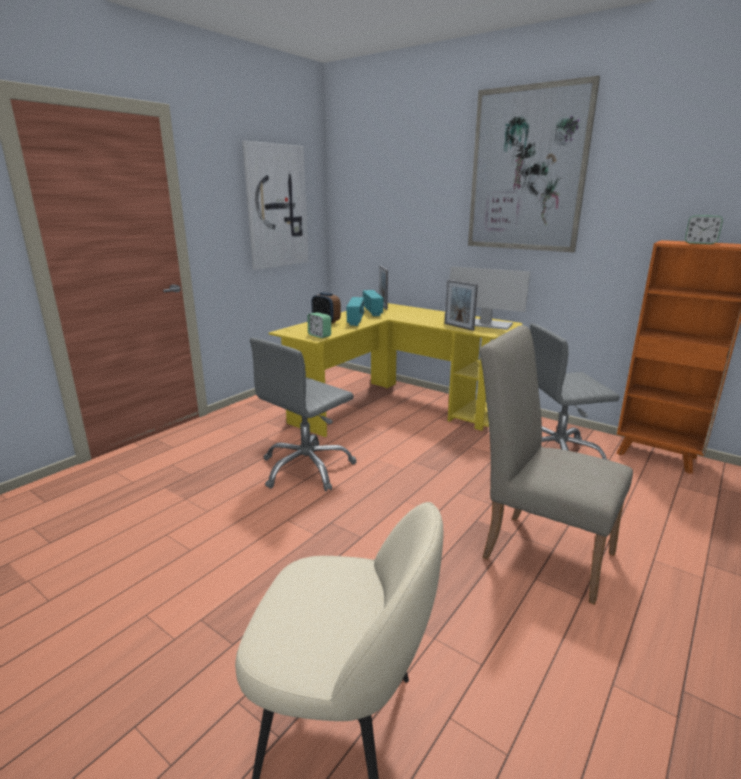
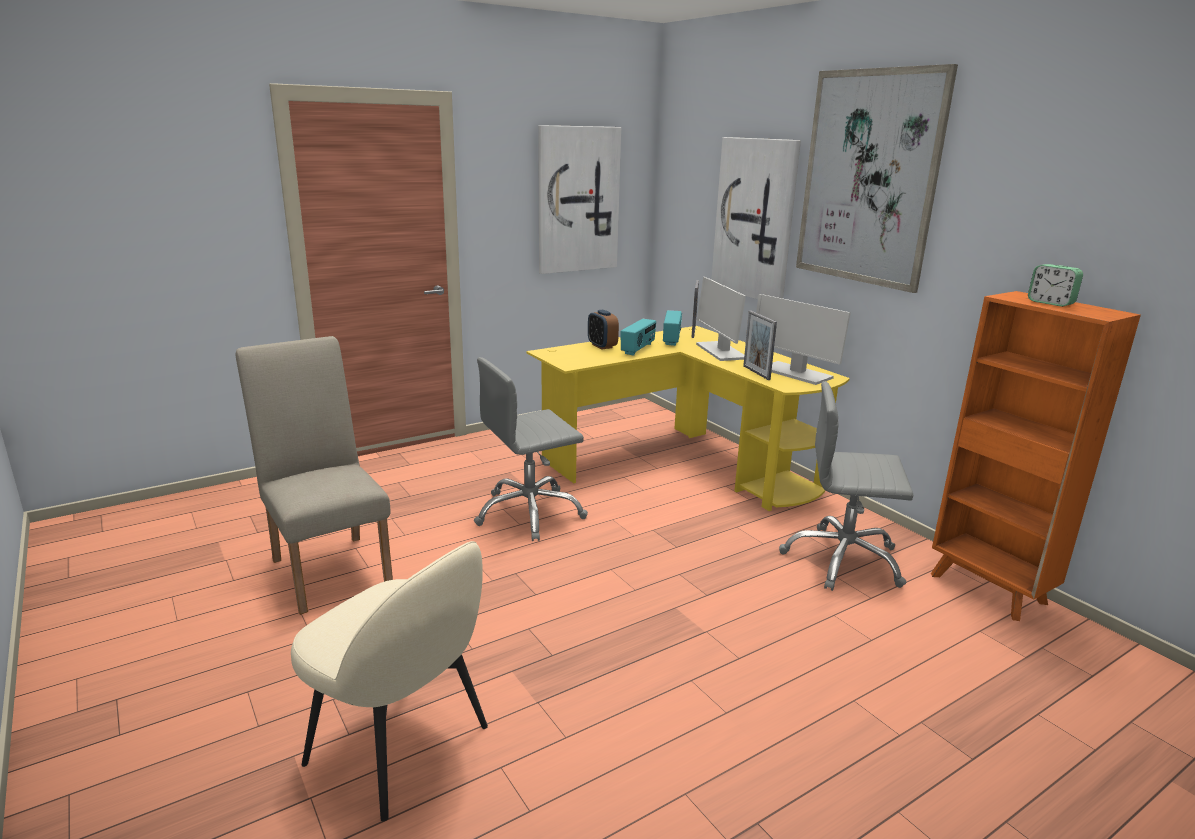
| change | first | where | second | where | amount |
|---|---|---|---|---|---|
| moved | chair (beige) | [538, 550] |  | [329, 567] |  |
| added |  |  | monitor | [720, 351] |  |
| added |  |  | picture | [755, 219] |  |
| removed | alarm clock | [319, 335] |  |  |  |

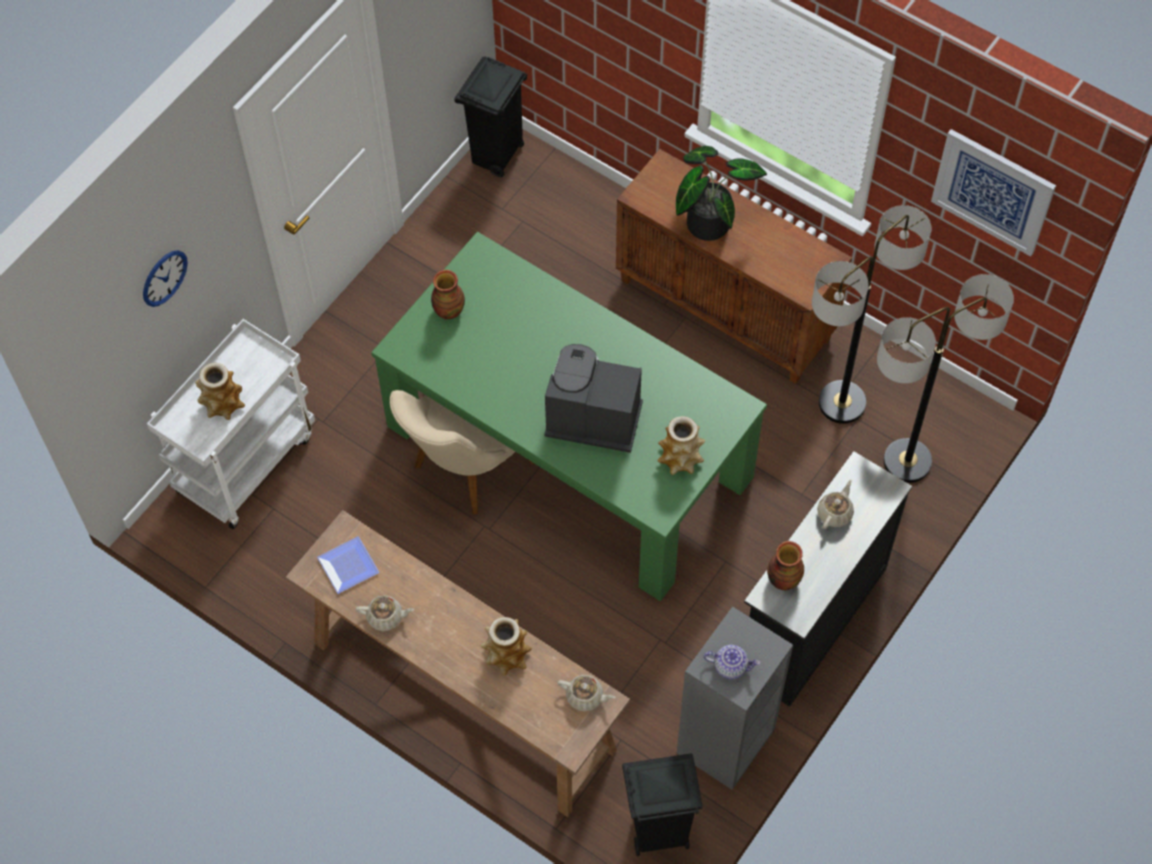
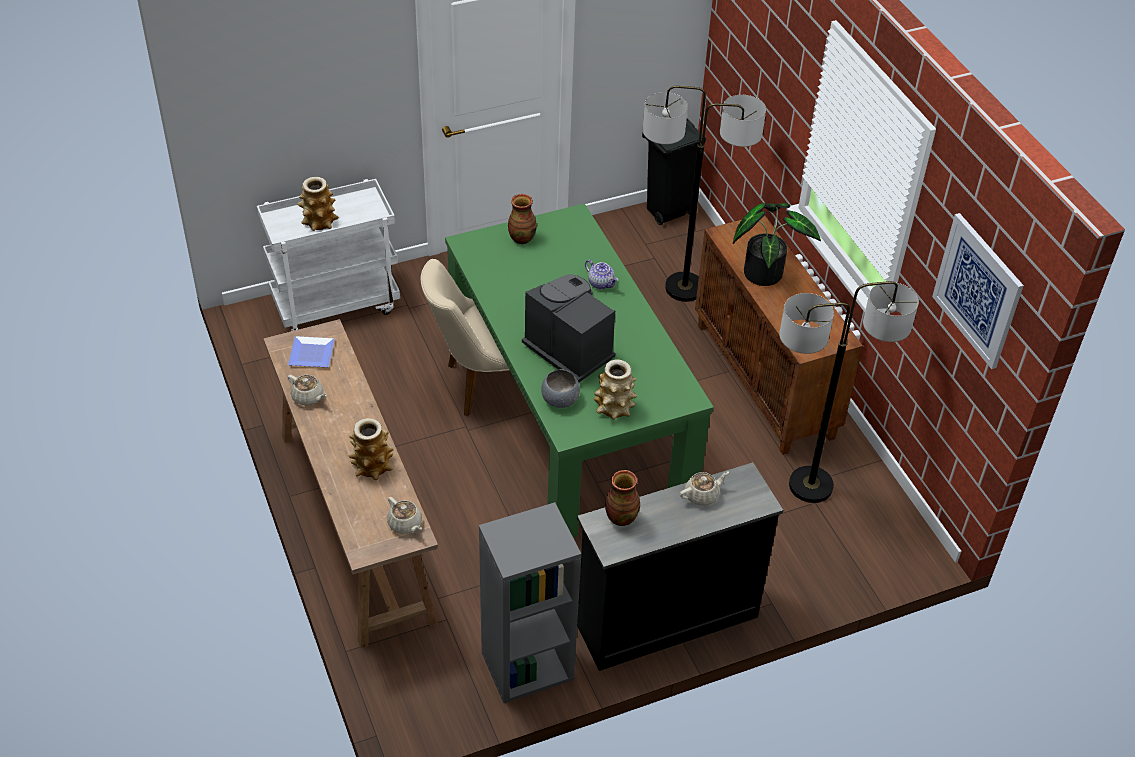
| change | first | where | second | where | amount |
|---|---|---|---|---|---|
| added |  |  | bowl (grey) | [559, 400] |  |
| moved | teapot | [731, 666] |  | [601, 283] |  |
| moved | floor lamp | [907, 461] |  | [684, 288] |  |
| removed | wall clock | [164, 278] |  |  |  |
| removed | trash can (black) | [657, 832] |  |  |  |

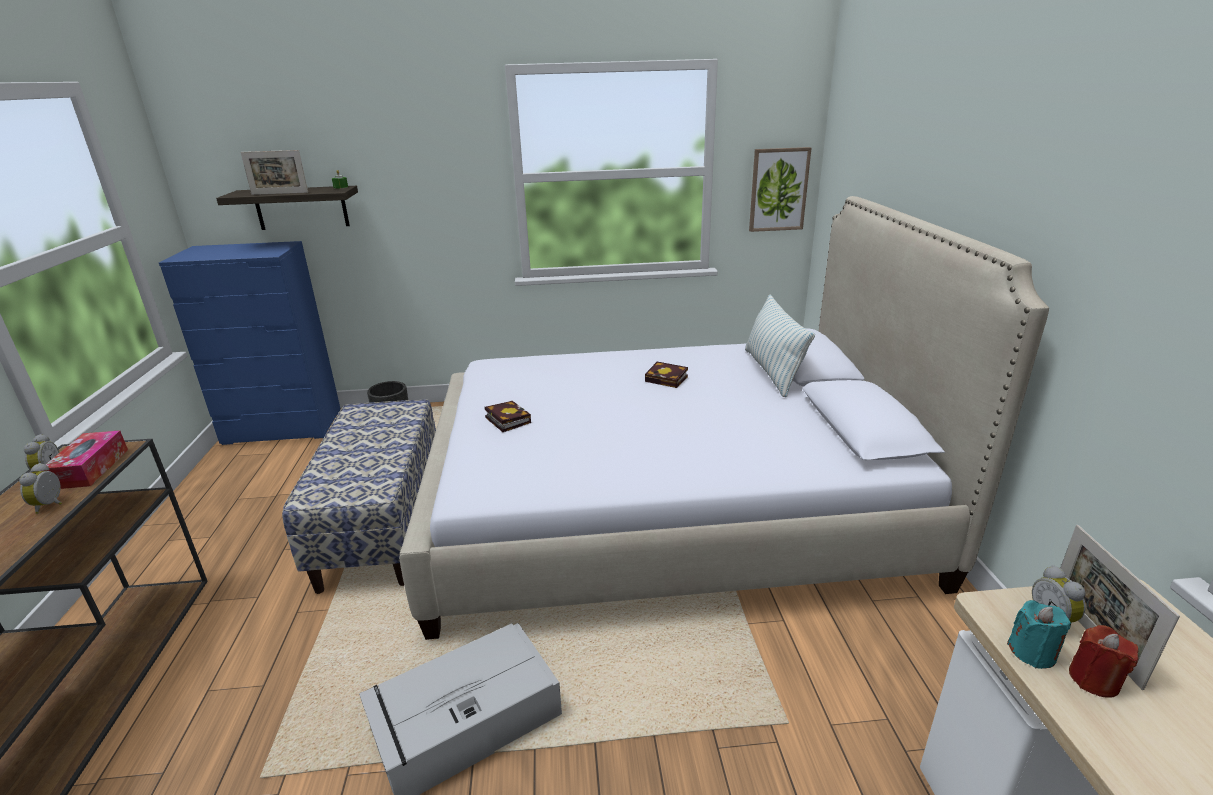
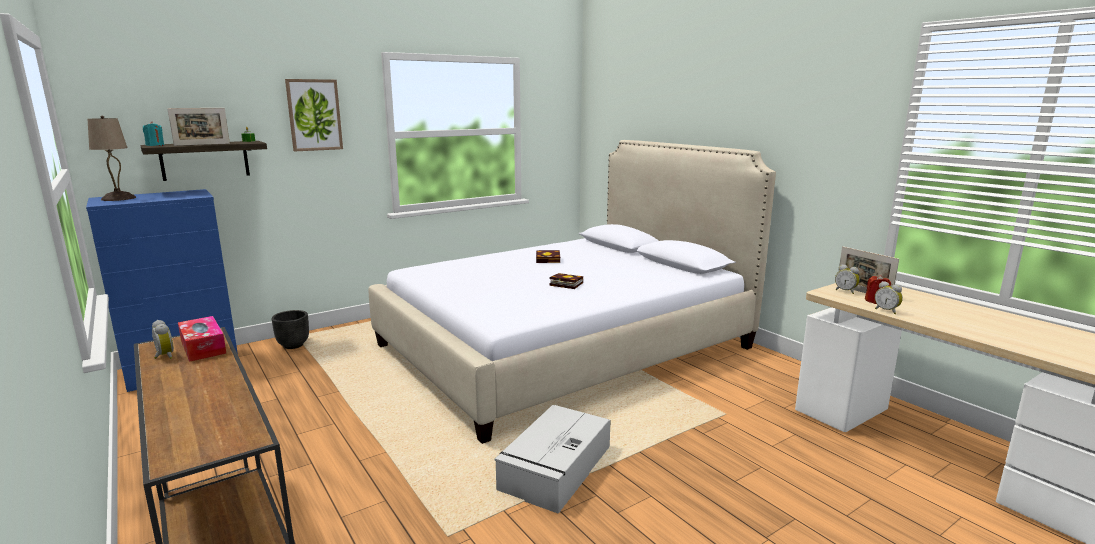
| change | first | where | second | where | amount |
|---|---|---|---|---|---|
| added |  |  | table lamp (beige) | [119, 198] |  |
| moved | candle (turquoise) | [1032, 652] |  | [155, 145] |  |
| moved | picture | [778, 189] |  | [314, 115] |  |
| moved | book | [506, 419] |  | [564, 284] |  |
| moved | alarm clock | [51, 505] |  | [886, 311] |  |
| removed | bench | [383, 526] |  |  |  |
| removed | pillow | [772, 371] |  |  |  |

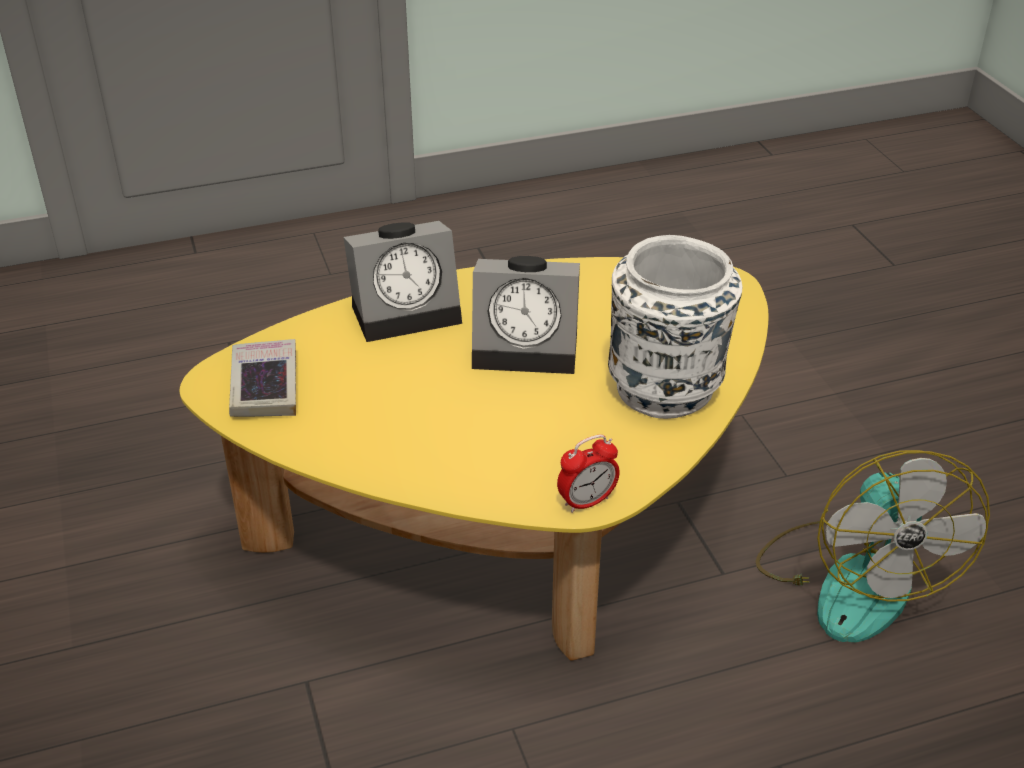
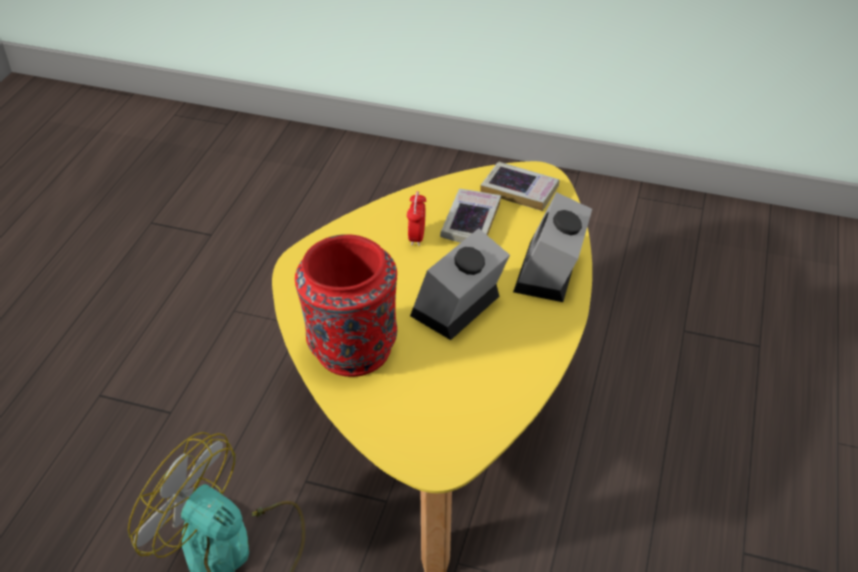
| change | first | where | second | where | amount |
|---|---|---|---|---|---|
| recoloured | vase (white) | [666, 390] | vase (red) | [351, 349] |  |
| moved | alarm clock | [587, 502] |  | [416, 237] |  |
| added |  |  | book | [470, 222] |  |

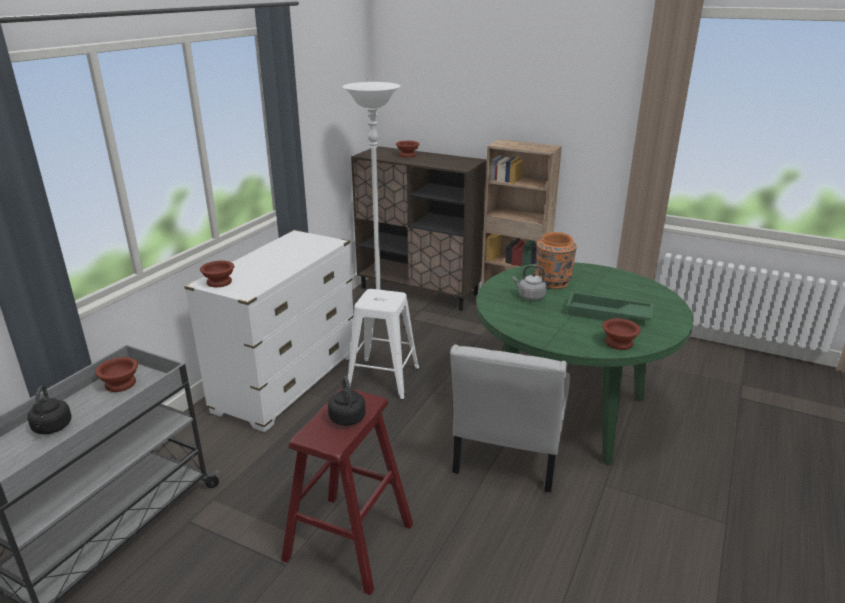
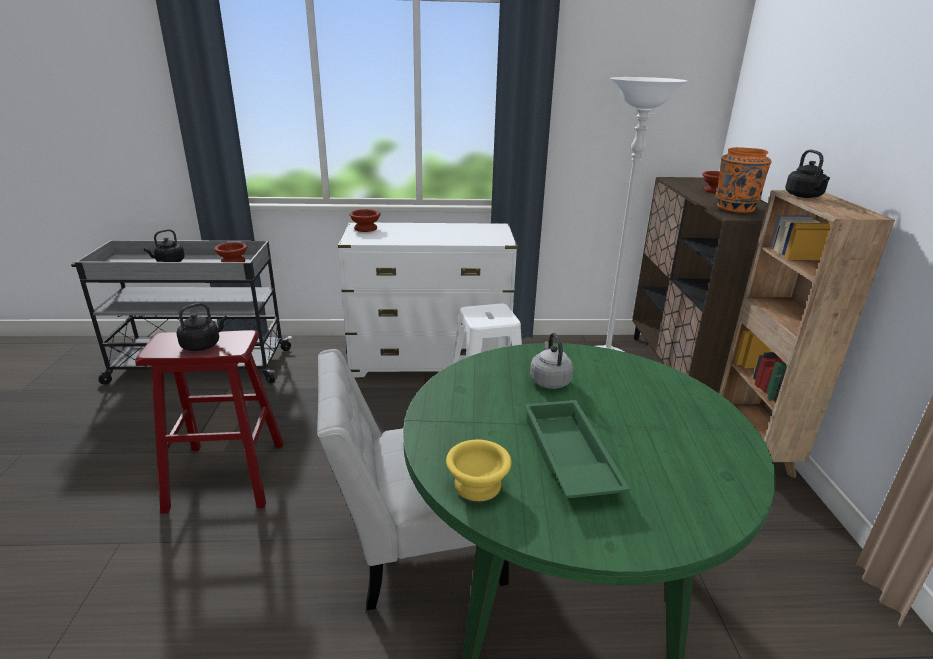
| change | first | where | second | where | amount |
|---|---|---|---|---|---|
| recoloured | bowl (brown) | [618, 343] | bowl (yellow) | [475, 485] |  |
| moved | vase (orange) | [552, 283] |  | [734, 208] |  |
| added |  |  | kettle (black) | [804, 196] |  |

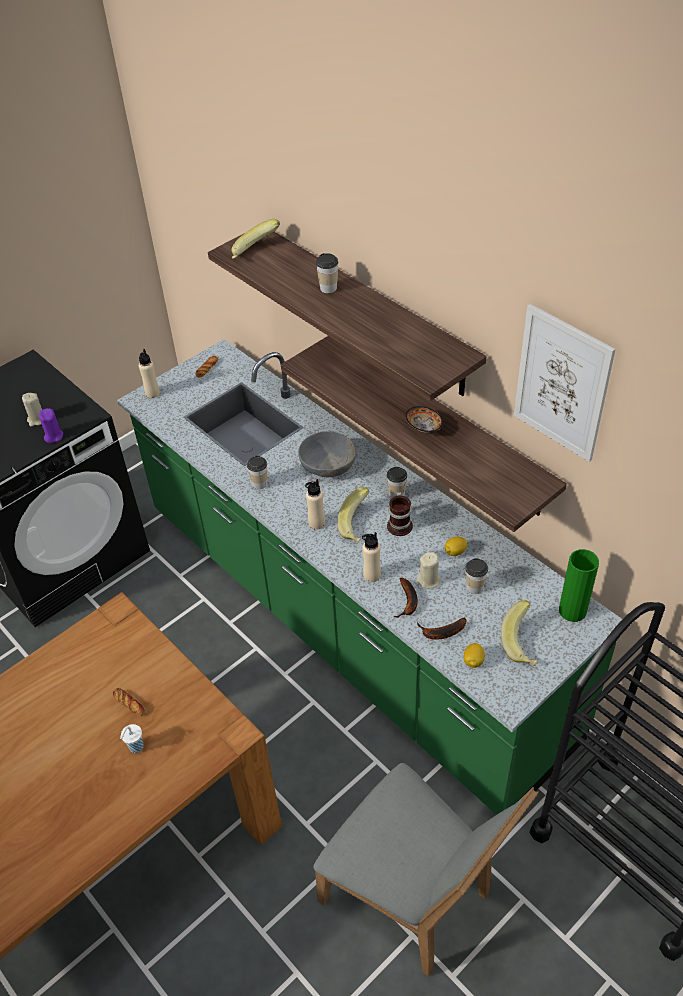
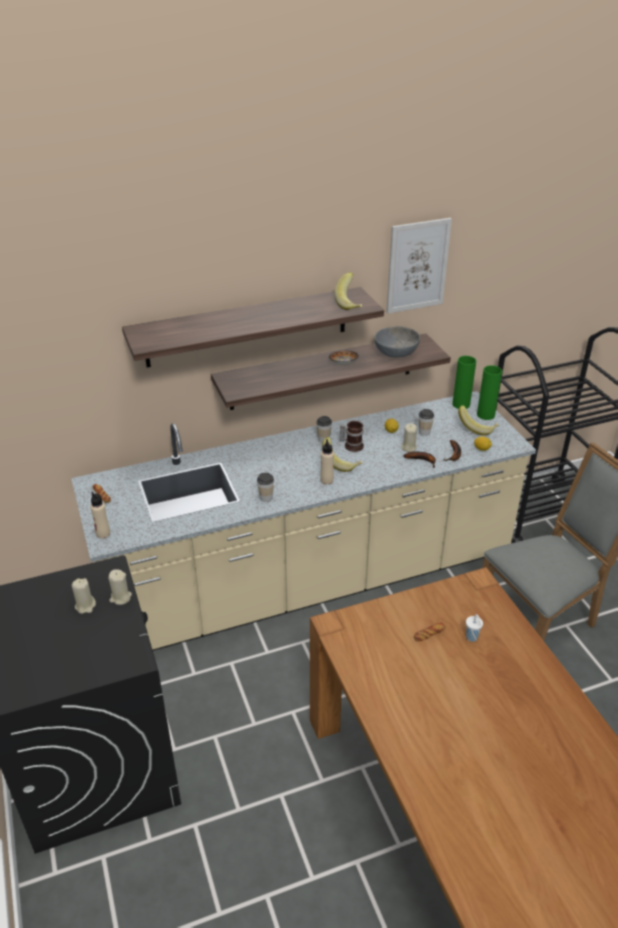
| change | first | where | second | where | amount |
|---|---|---|---|---|---|
| recoloured | counter (green) | [348, 621] | counter (beige) | [309, 581] |  |
| recoloured | candle (purple) | [53, 436] | candle (beige) | [120, 597] |  |
| moved | banana | [255, 253] |  | [351, 303] |  |
| moved | bowl (grey) | [328, 465] |  | [395, 352] |  |
| added |  |  | vase (green) | [485, 415] |  |
| removed | cup | [328, 288] |  |  |  |
| removed | bottle (beige) | [372, 575] |  |  |  |

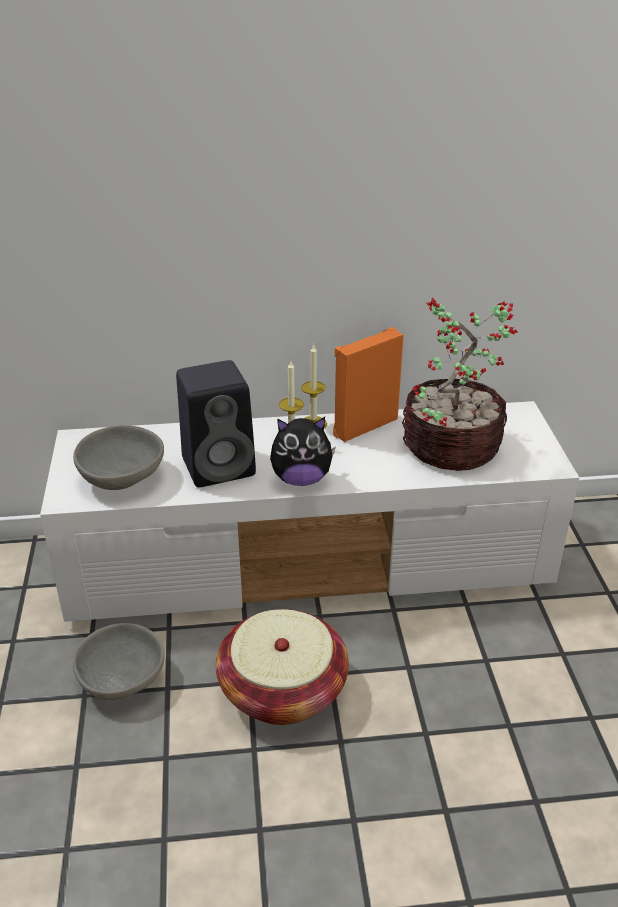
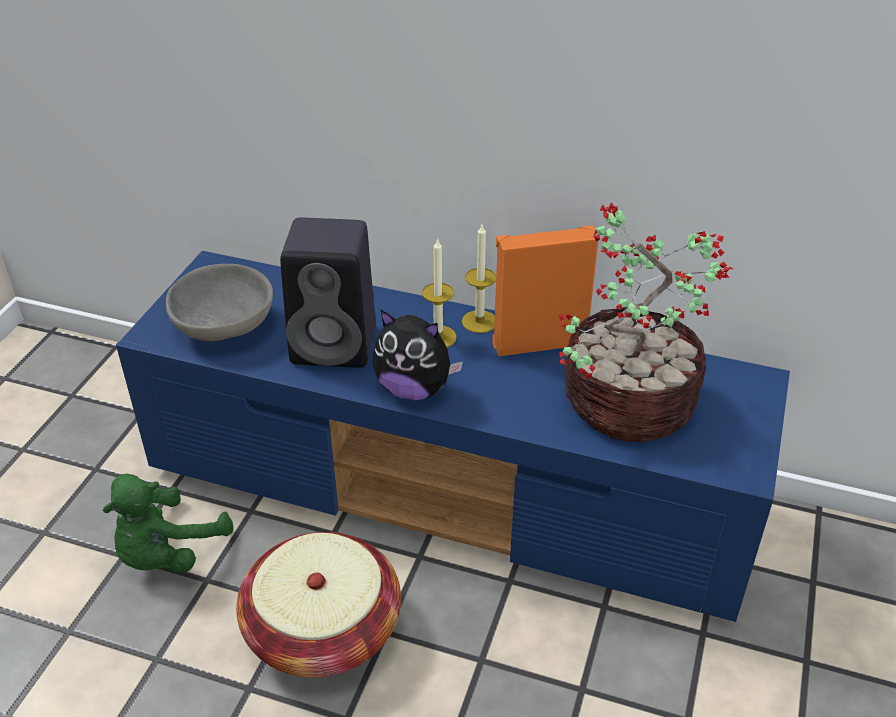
| change | first | where | second | where | amount |
|---|---|---|---|---|---|
| replaced | bowl (grey) | [121, 680] | plush toy (green) | [168, 553] |  |
| recoloured | tv stand (white) | [311, 562] | tv stand (blue) | [452, 487] |  |

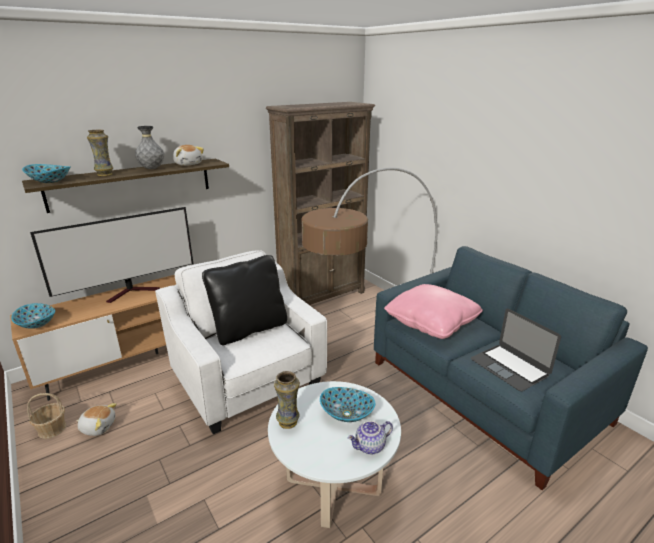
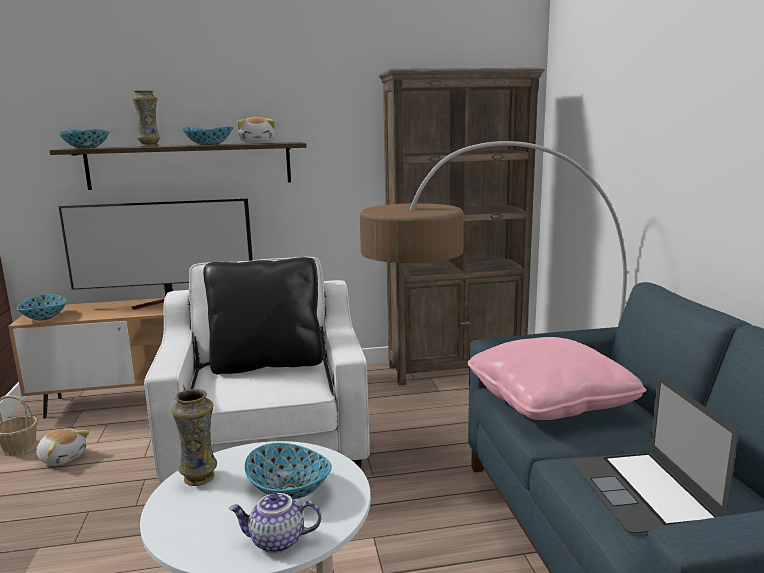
| change | first | where | second | where | amount |
|---|---|---|---|---|---|
| replaced | vase (grey) | [152, 169] | bowl | [209, 144] |  |

